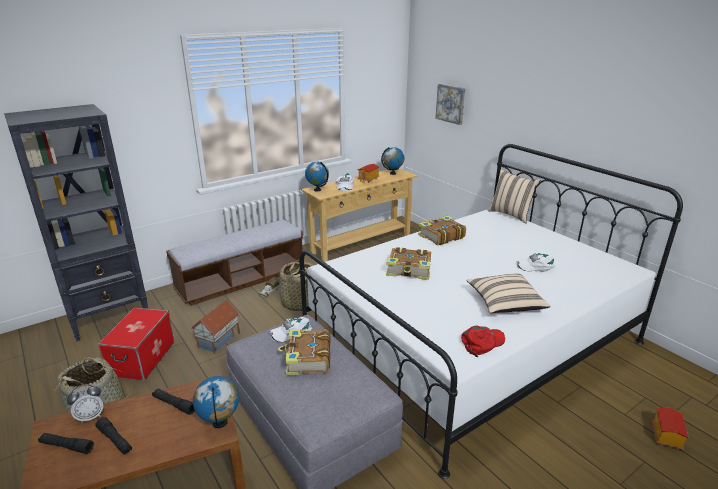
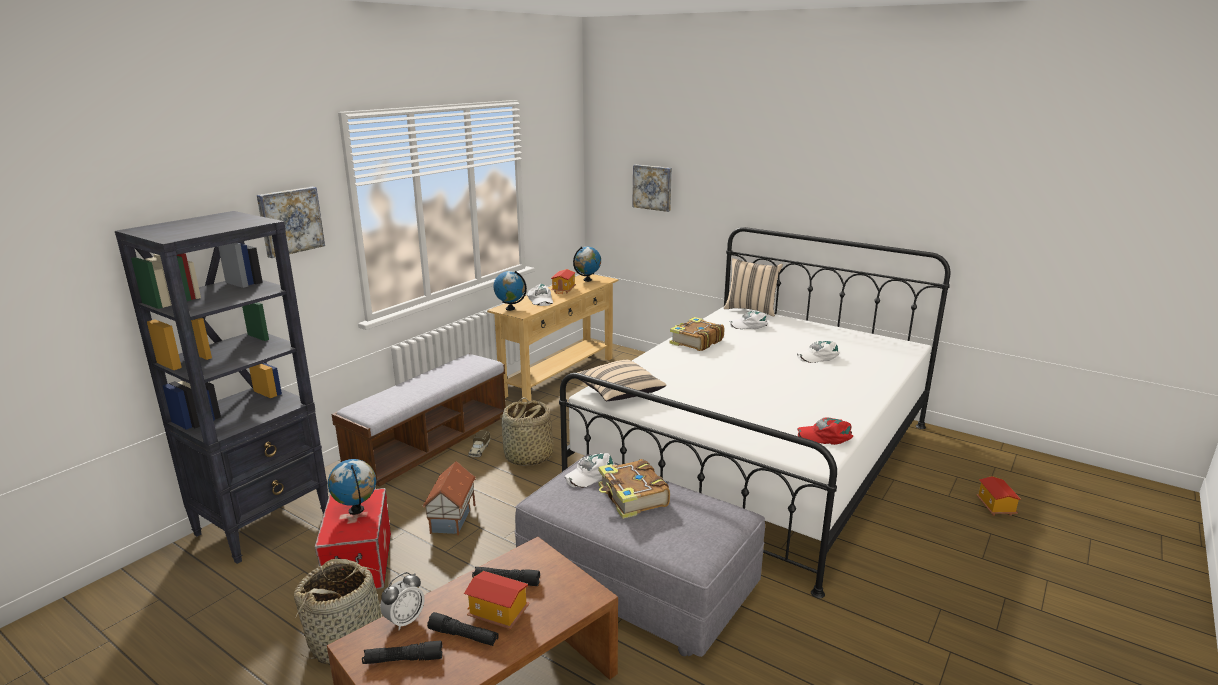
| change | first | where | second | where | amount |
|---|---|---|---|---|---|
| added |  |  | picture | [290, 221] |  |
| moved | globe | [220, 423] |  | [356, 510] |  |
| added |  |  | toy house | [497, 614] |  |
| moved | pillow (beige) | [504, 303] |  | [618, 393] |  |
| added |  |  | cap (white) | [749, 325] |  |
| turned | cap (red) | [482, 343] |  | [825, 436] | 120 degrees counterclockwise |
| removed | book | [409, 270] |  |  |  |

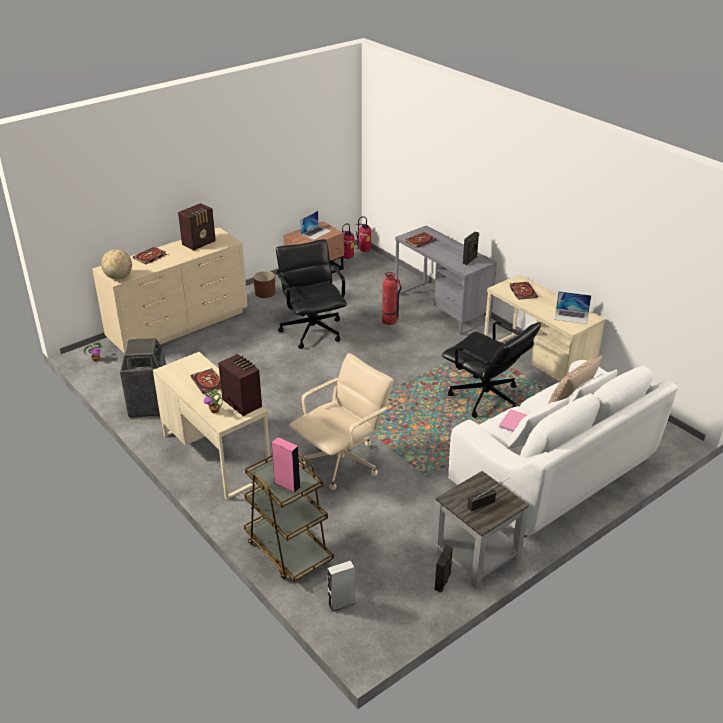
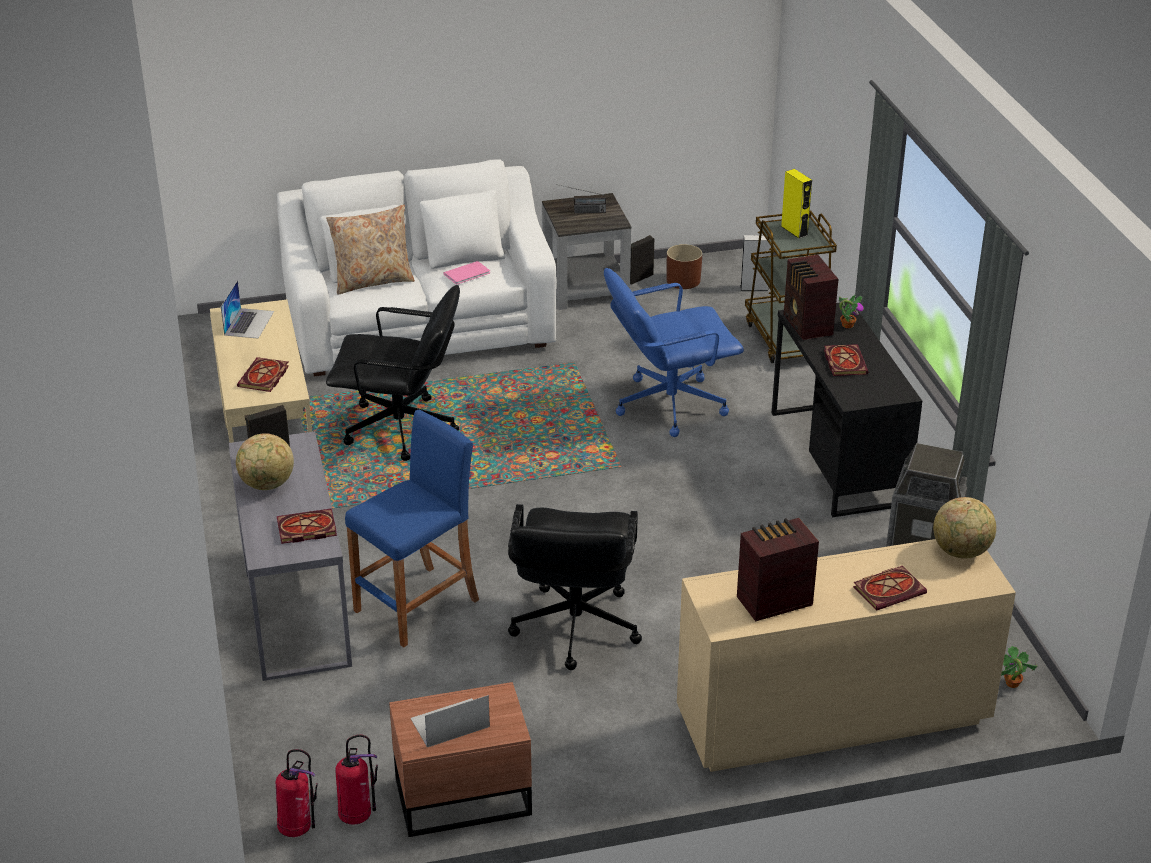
| change | first | where | second | where | amount |
|---|---|---|---|---|---|
| turned | laptop | [571, 316] |  | [249, 323] | 60 degrees clockwise |
| added |  |  | globe | [267, 485] |  |
| turned | office chair (black) | [485, 398] |  | [401, 429] | 120 degrees clockwise |
| replaced | fire extinguisher | [389, 321] | stool (blue) | [417, 605] |  |
| recoloured | office chair (beige) | [342, 463] | office chair (blue) | [668, 404] |  |
| moved | planter (brown) | [265, 293] |  | [683, 280] |  |
| recoloured | desk (beige) | [216, 455] | desk (black) | [836, 458] |  |
| recoloured | speaker (pink) | [287, 484] | speaker (yellow) | [794, 231] |  |

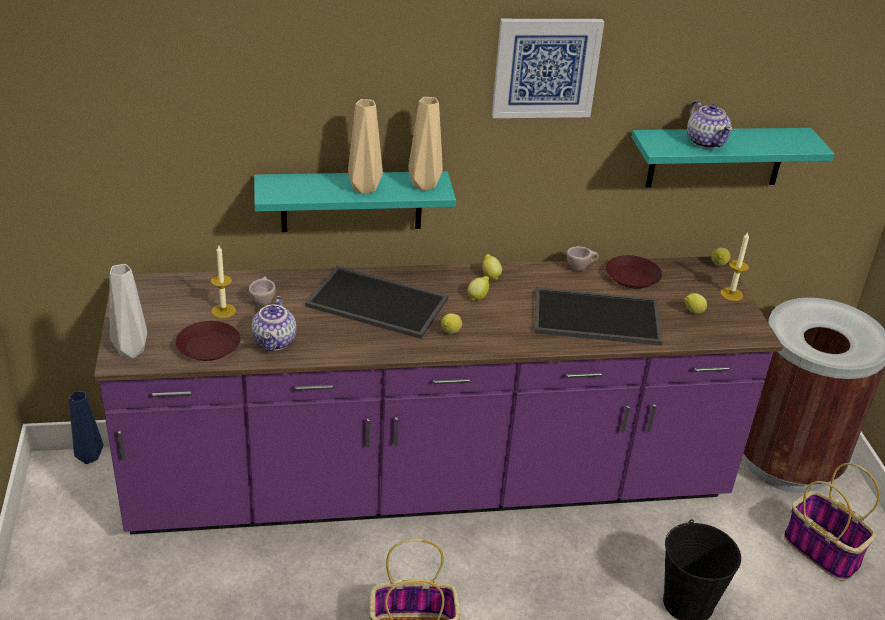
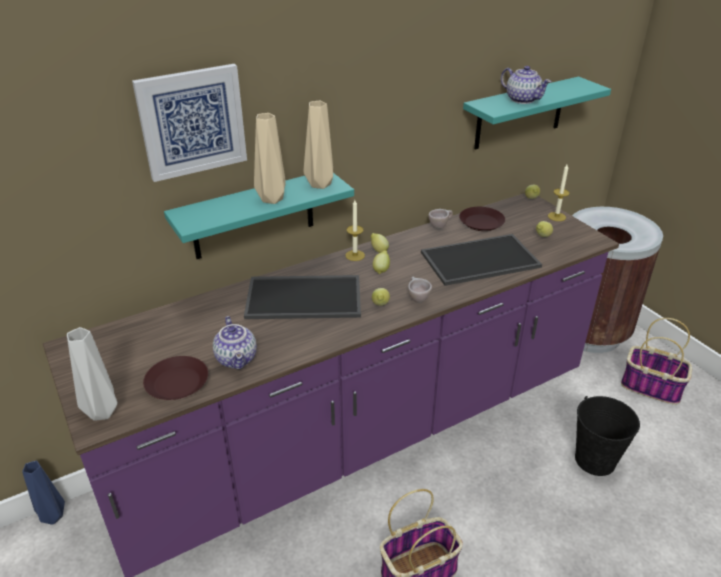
| change | first | where | second | where | amount |
|---|---|---|---|---|---|
| moved | picture | [545, 67] |  | [192, 122] |  |
| moved | candle | [223, 311] |  | [355, 255] |  |
| moved | cup (beige) | [263, 301] |  | [416, 298] |  |

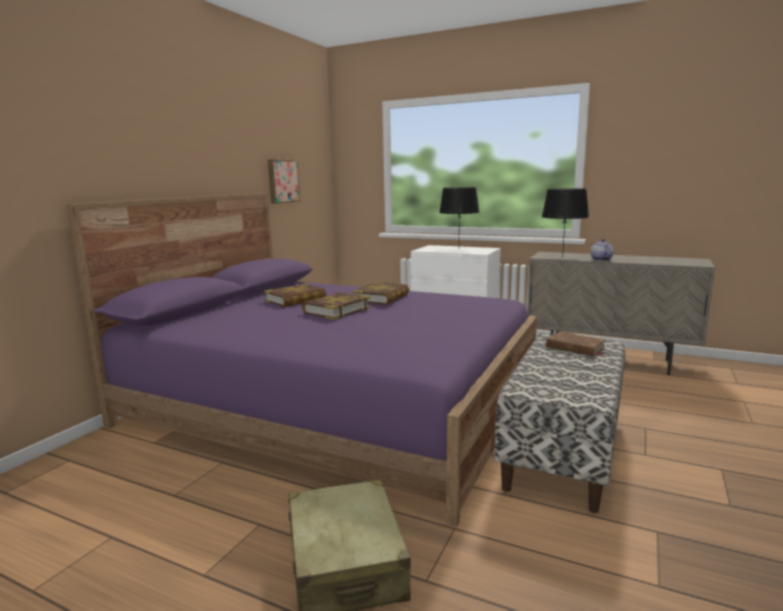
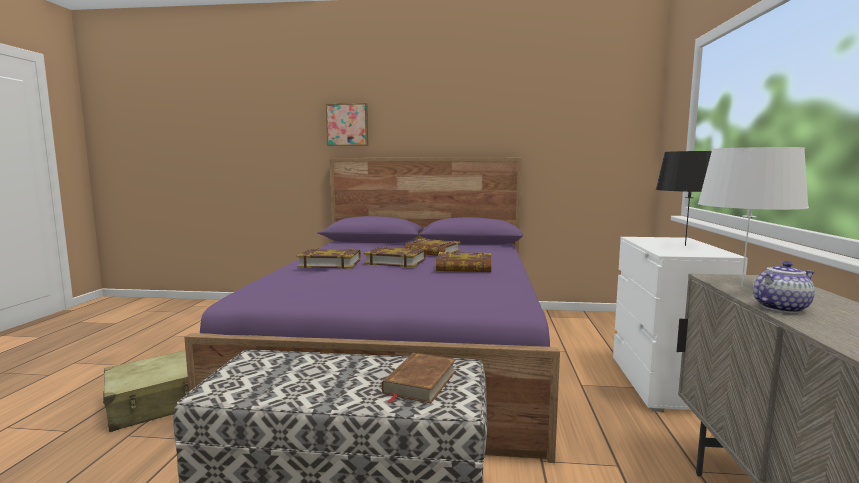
| change | first | where | second | where | amount |
|---|---|---|---|---|---|
| added |  |  | book | [330, 263] |  |
| moved | picture | [282, 181] |  | [347, 125] |  |
| recoloured | table lamp (black) | [562, 257] | table lamp (white) | [741, 287] |  |

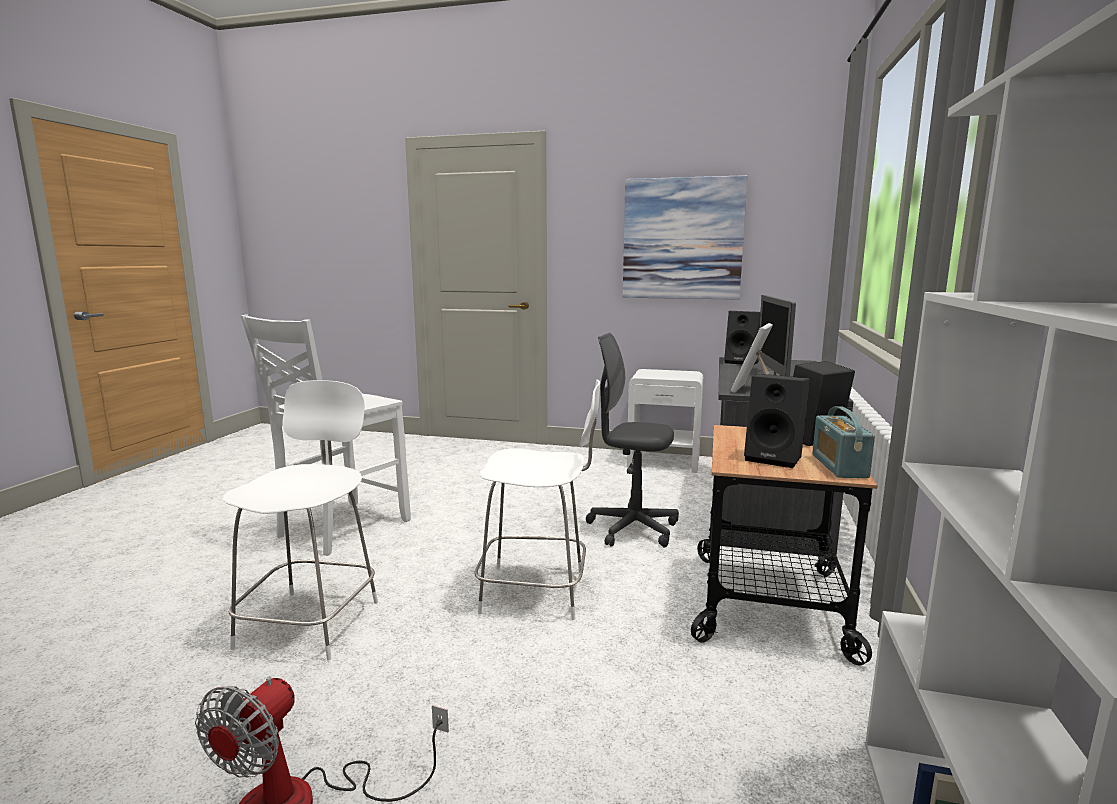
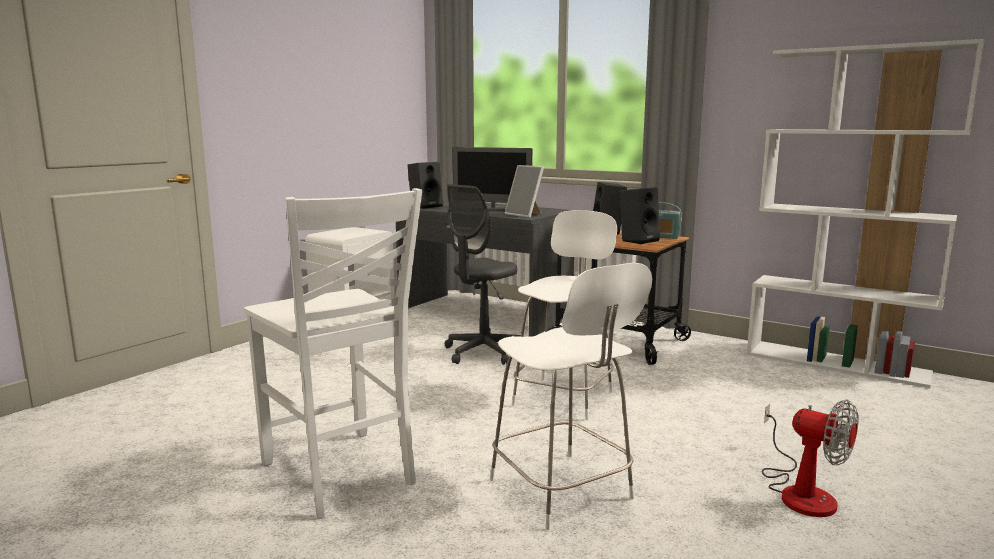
| change | first | where | second | where | amount |
|---|---|---|---|---|---|
| turned | chair (white) | [312, 621] |  | [563, 491] | 150 degrees counterclockwise |
| removed | picture | [682, 239] |  |  |  |

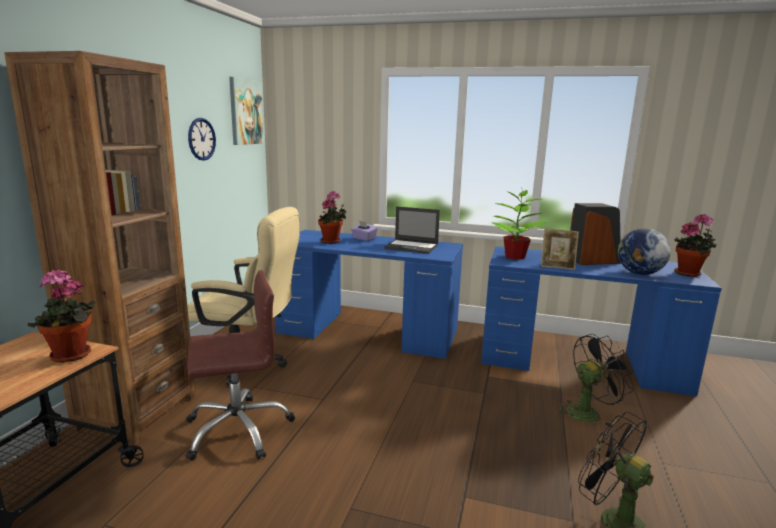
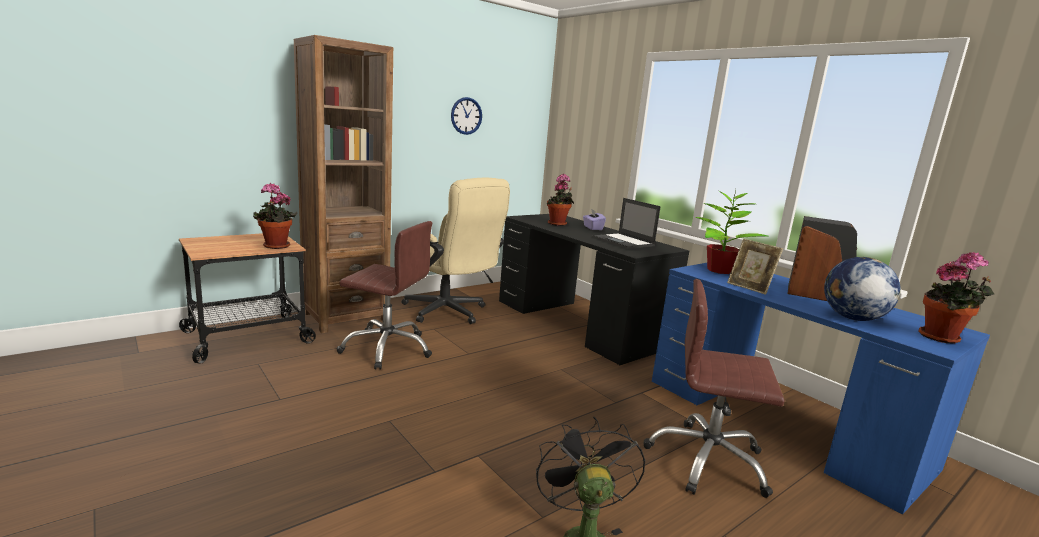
| change | first | where | second | where | amount |
|---|---|---|---|---|---|
| recoloured | desk (blue) | [368, 331] | desk (black) | [578, 323] |  |
| replaced | fan (black) | [588, 412] | office chair (brown) | [707, 461] |  |
| removed | picture | [245, 112] |  |  |  |

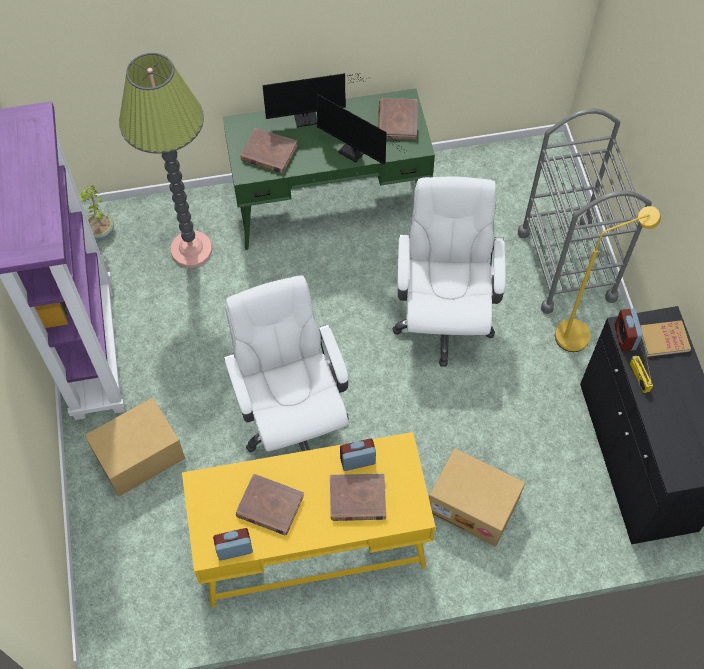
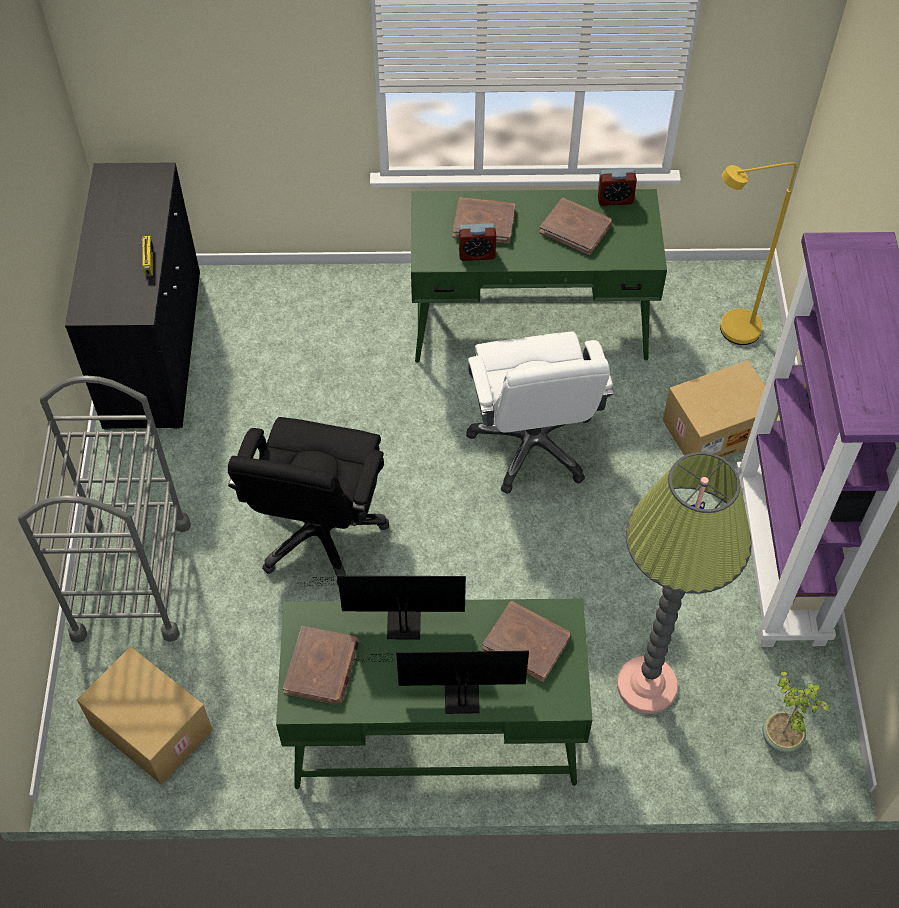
| change | first | where | second | where | amount |
|---|---|---|---|---|---|
| moved | cardboard box | [473, 505] |  | [149, 728] |  |
| recoloured | office chair (white) | [443, 318] | office chair (black) | [319, 533] |  |
| turned | monitor | [356, 153] |  | [397, 622] | 45 degrees counterclockwise |
| recoloured | desk (yellow) | [310, 542] | desk (green) | [530, 322] |  |
| moved | floor lamp (yellow) | [581, 333] |  | [729, 331] |  |
| removed | alarm clock | [624, 337] |  |  |  |
| removed | book | [663, 339] |  |  |  |

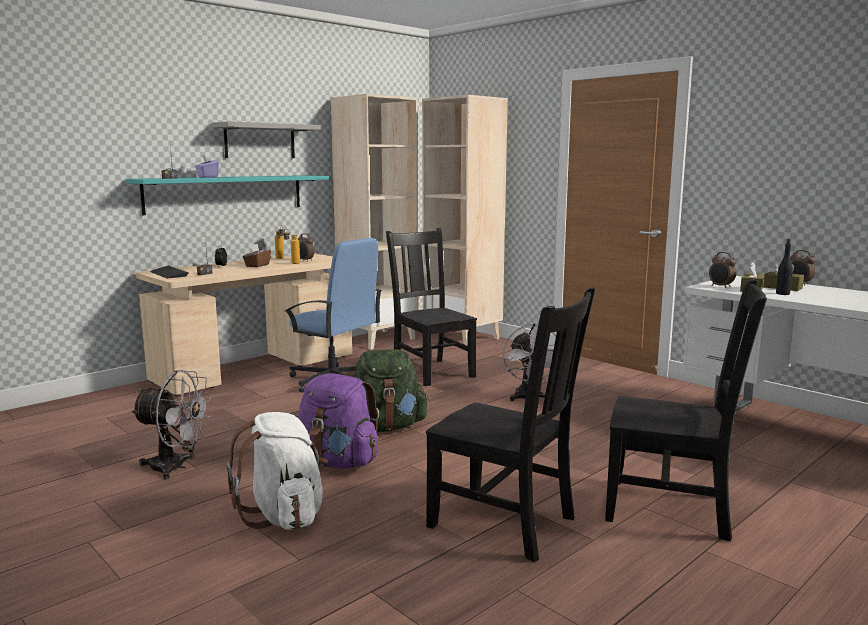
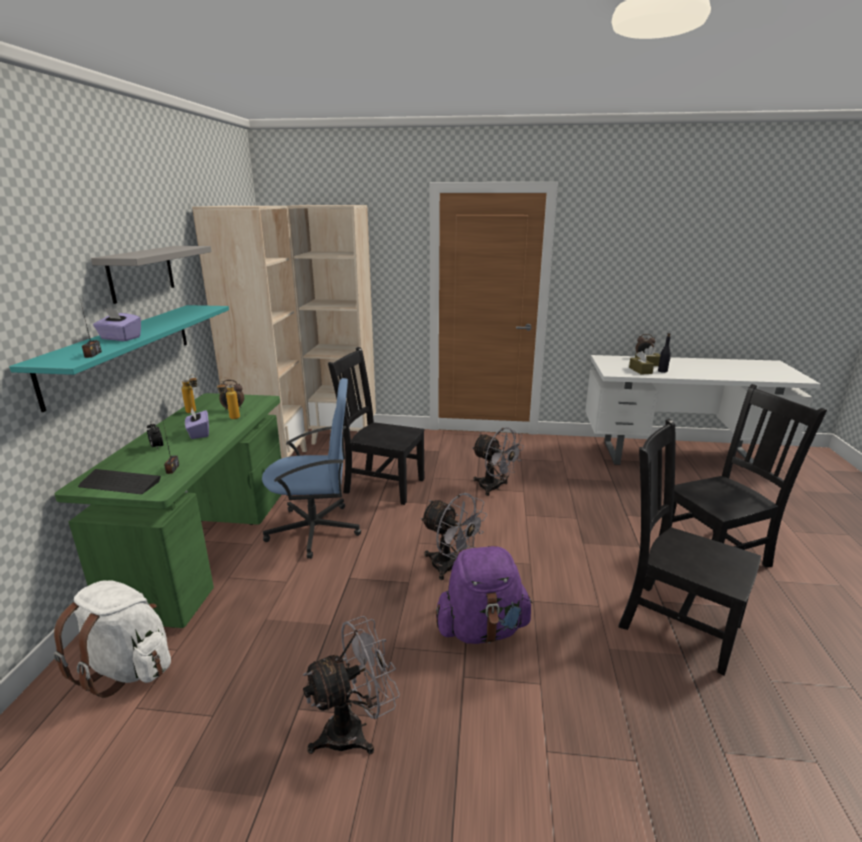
| change | first | where | second | where | amount |
|---|---|---|---|---|---|
| moved | backpack (white) | [284, 515] |  | [127, 668] |  |
| recoloured | desk (beige) | [256, 369] | desk (green) | [209, 546] |  |
| recoloured | tissue box (brown) | [257, 265] | tissue box (purple) | [199, 433] |  |
| replaced | backpack (green) | [386, 427] | fan (grey) | [451, 567] |  |
| turned | chair (black) | [506, 523] |  | [675, 623] | 135 degrees counterclockwise |
| removed | alarm clock | [720, 286] |  |  |  |

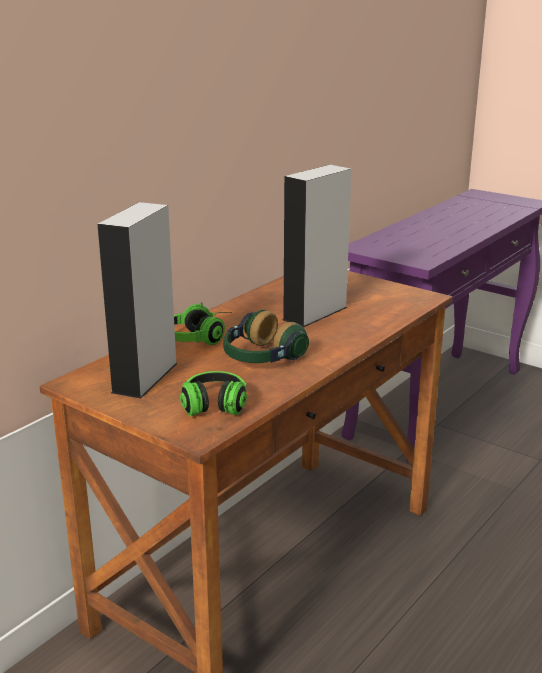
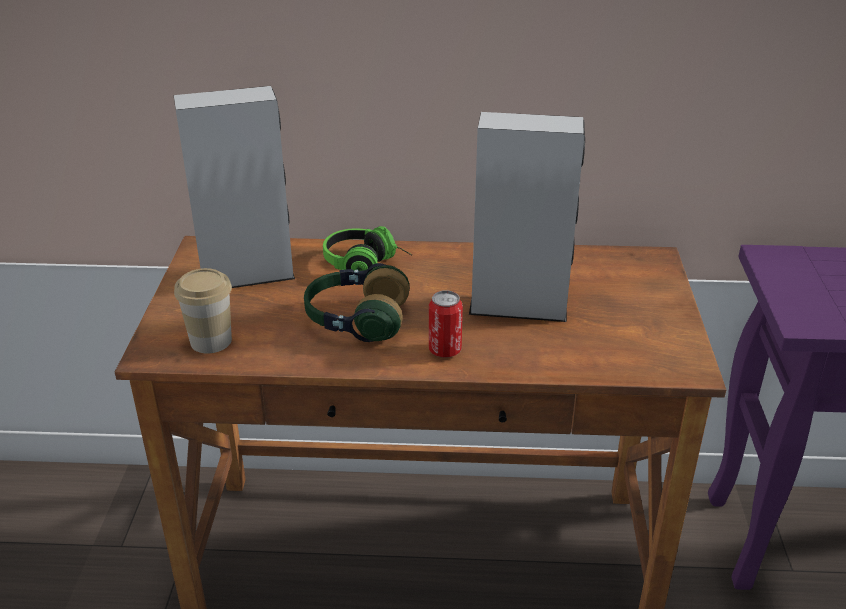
| change | first | where | second | where | amount |
|---|---|---|---|---|---|
| replaced | headphones | [214, 410] | cup | [211, 341] |  |
| added |  |  | can | [445, 350] |  |

